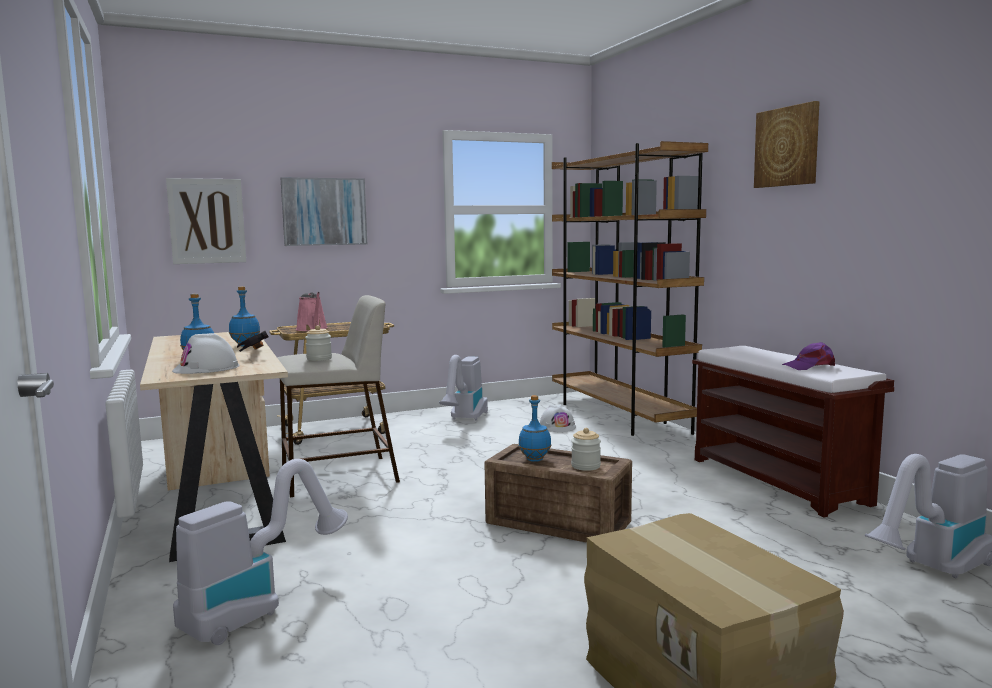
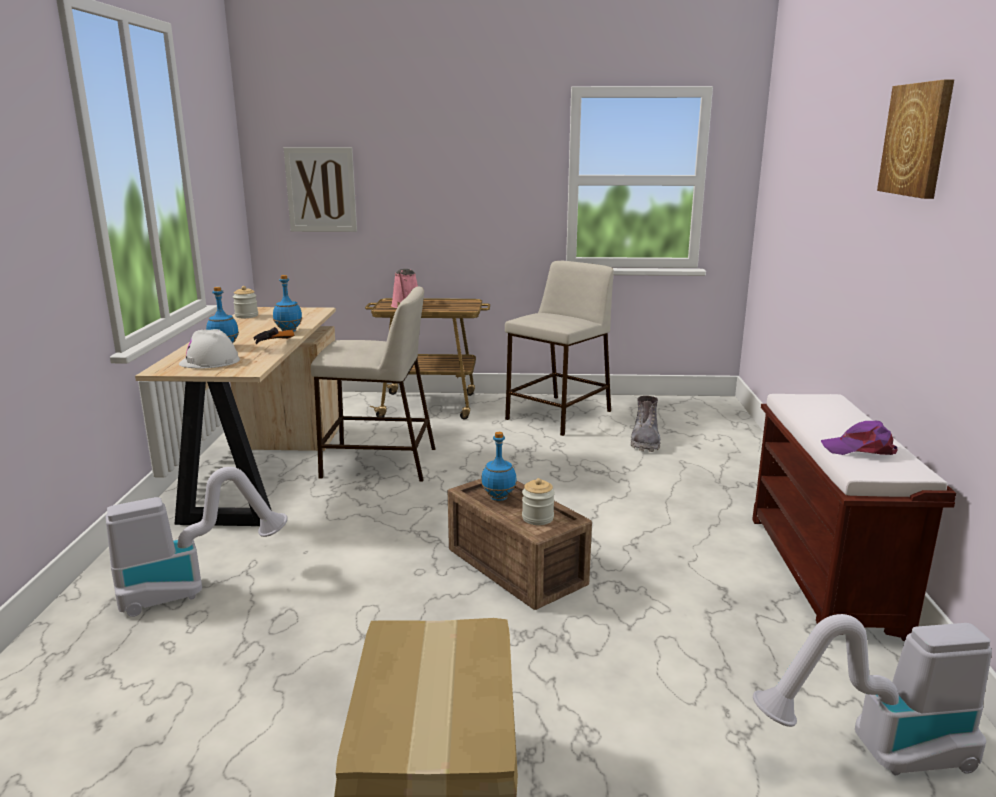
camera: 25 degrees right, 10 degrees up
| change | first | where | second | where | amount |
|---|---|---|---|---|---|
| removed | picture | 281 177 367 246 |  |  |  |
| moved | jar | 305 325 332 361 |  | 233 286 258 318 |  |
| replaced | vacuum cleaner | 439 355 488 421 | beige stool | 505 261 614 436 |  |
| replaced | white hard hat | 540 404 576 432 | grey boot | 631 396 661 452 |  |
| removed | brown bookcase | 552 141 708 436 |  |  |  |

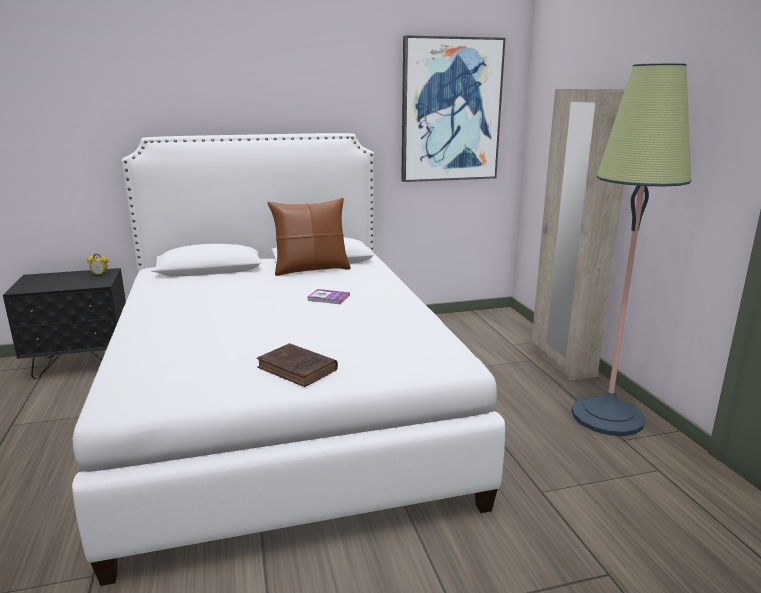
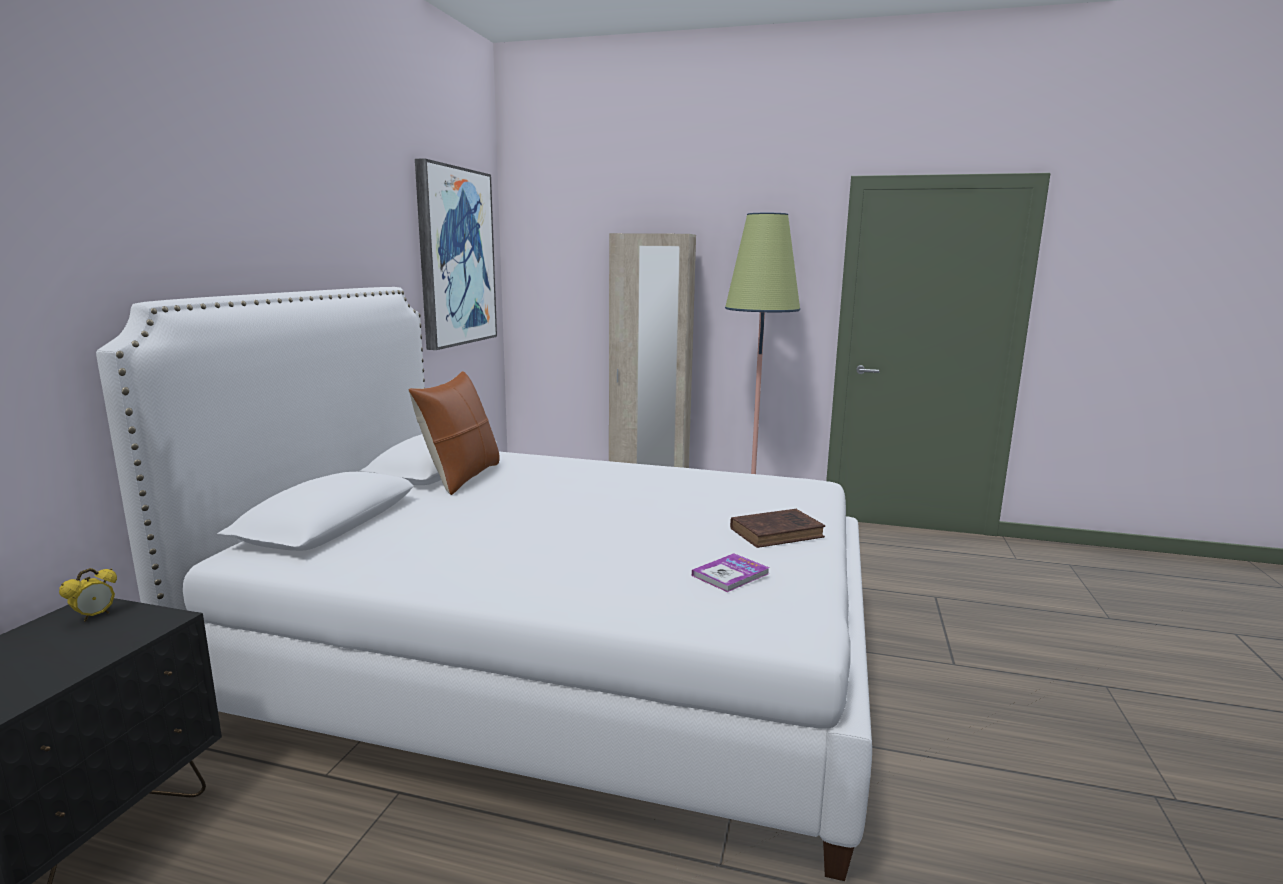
camera: 60 degrees left, 5 degrees down
| change | first | where | second | where | amount |
|---|---|---|---|---|---|
| moved | book | 307 289 350 304 |  | 692 553 769 592 |  |

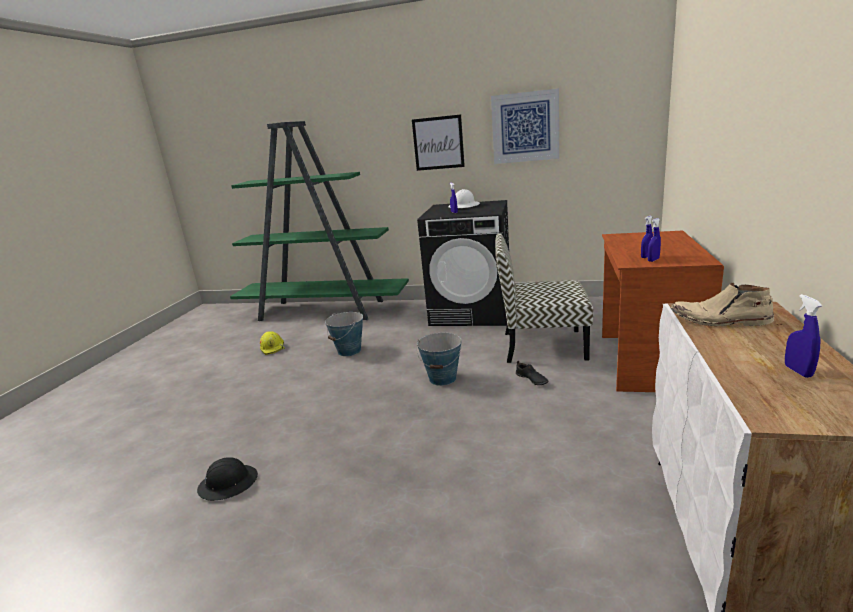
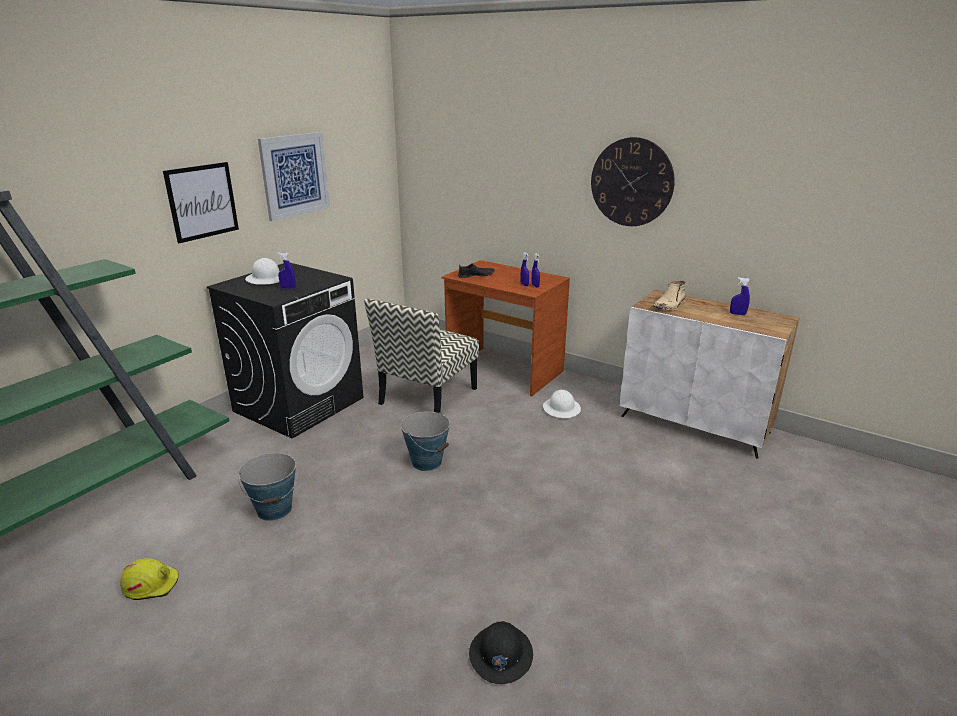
camera: 70 degrees left, 5 degrees up
| change | first | where | second | where | amount |
|---|---|---|---|---|---|
| moved | black shoe | 516 361 548 385 |  | 458 263 495 278 |  |
| added |  |  | white hard hat | 543 390 581 418 |  |
| added |  |  | wall clock | 591 137 675 226 |  |

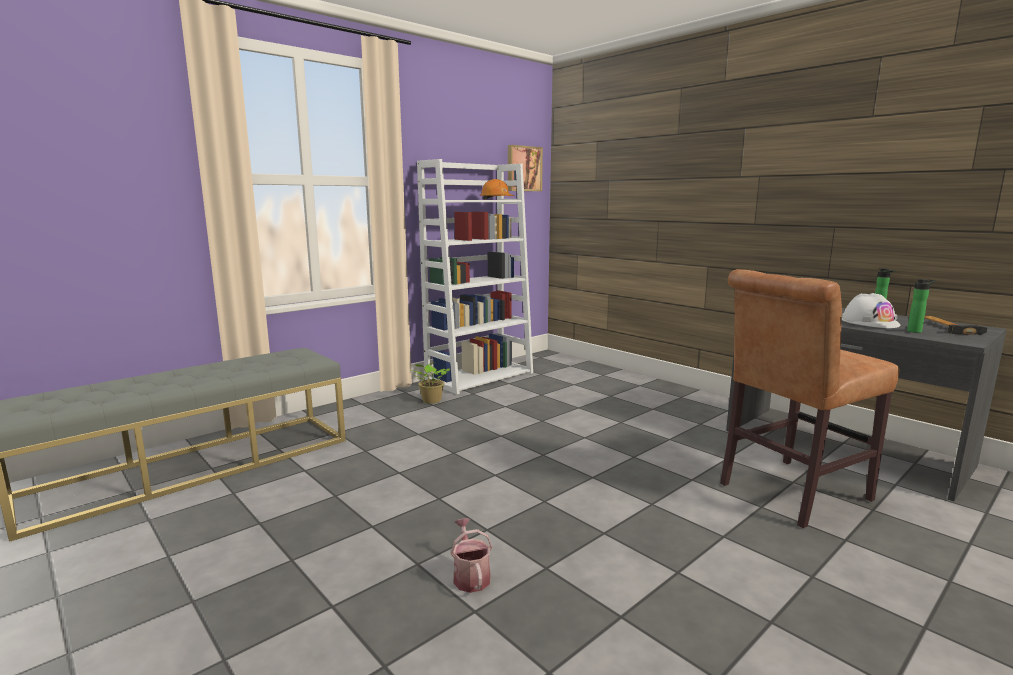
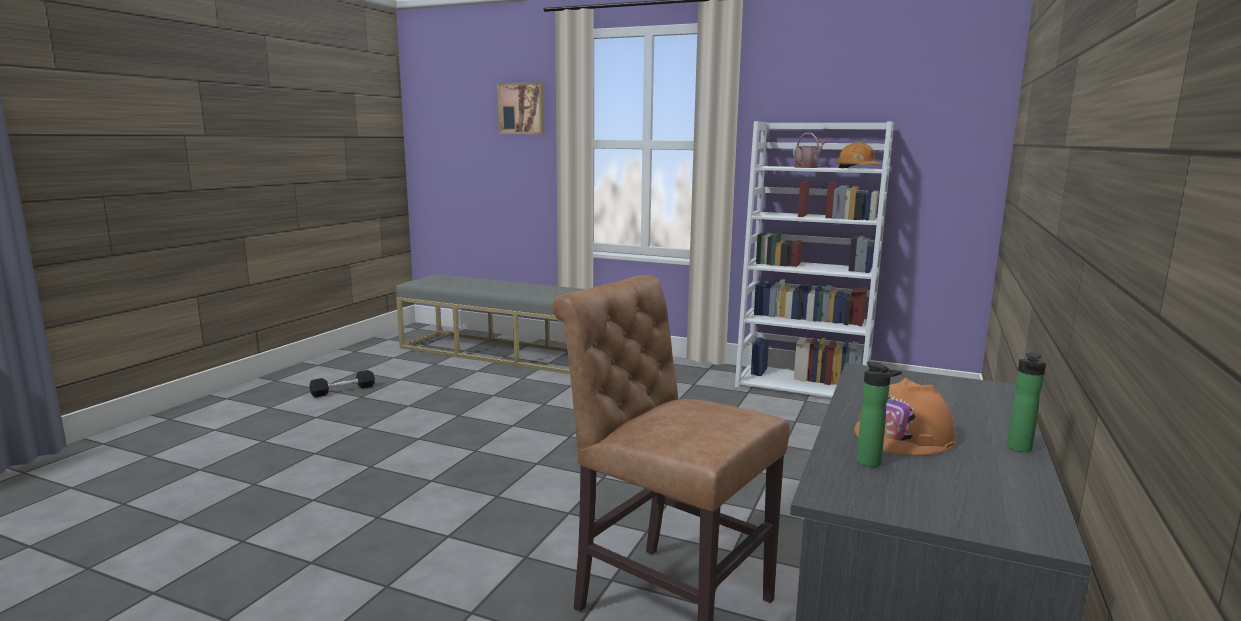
camera: 65 degrees right, 0 degrees up
| change | first | where | second | where | amount |
|---|---|---|---|---|---|
| removed | potted plant | 411 363 450 403 |  |  |  |
| moved | watering can | 451 518 492 593 |  | 793 133 828 168 |  |
| moved | picture | 508 145 543 191 |  | 497 82 544 134 |  |
| recoloured | white hard hat | 842 293 900 328 | orange hard hat | 854 378 956 455 |  |
| removed | hammer | 924 316 987 335 |  |  |  |
| added |  |  | black dumbbell | 309 370 375 398 |  |

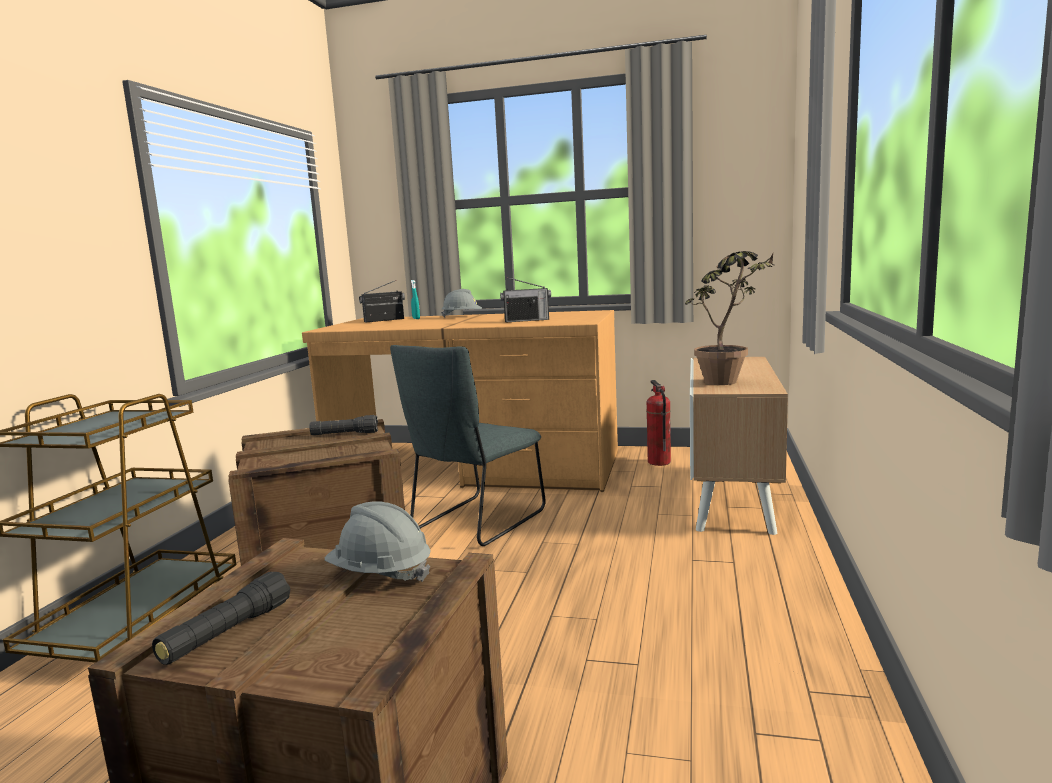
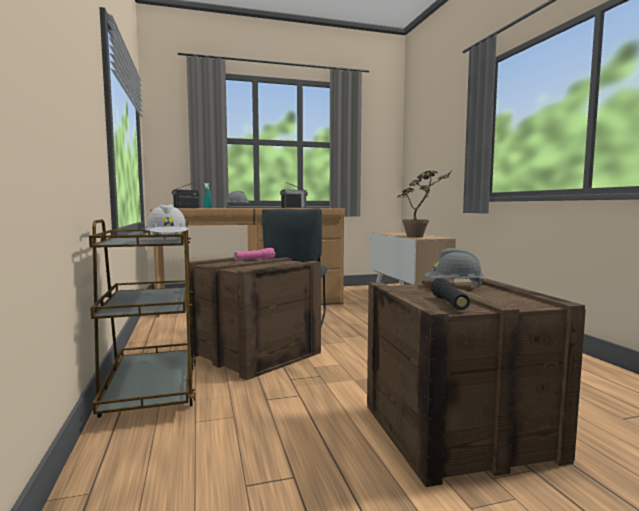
camera: 30 degrees left, 5 degrees down
| change | first | where | second | where | amount |
|---|---|---|---|---|---|
| recoloured | black flashlight | 309 415 378 435 | pink flashlight | 234 248 276 260 |  |
| removed | fire extinguisher | 646 380 671 466 |  |  |  |
| added |  |  | white hard hat | 145 205 188 239 |  |

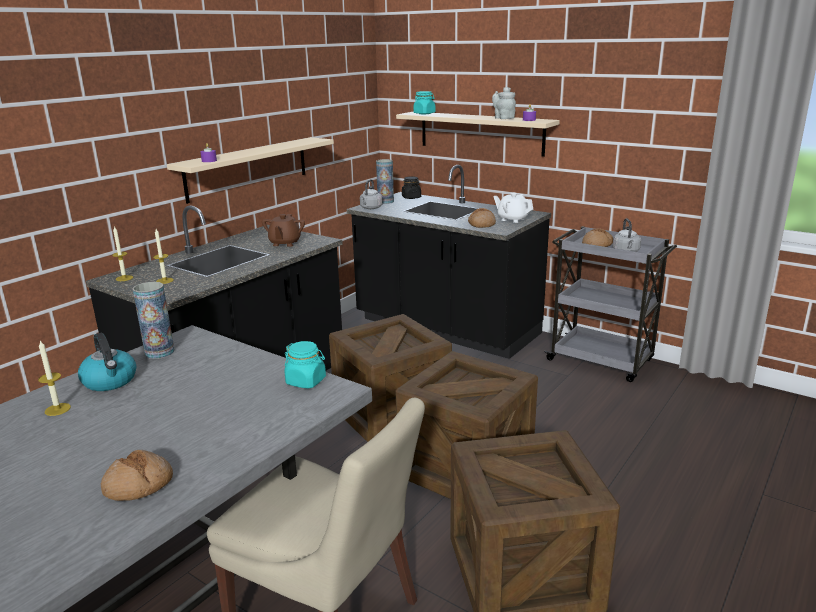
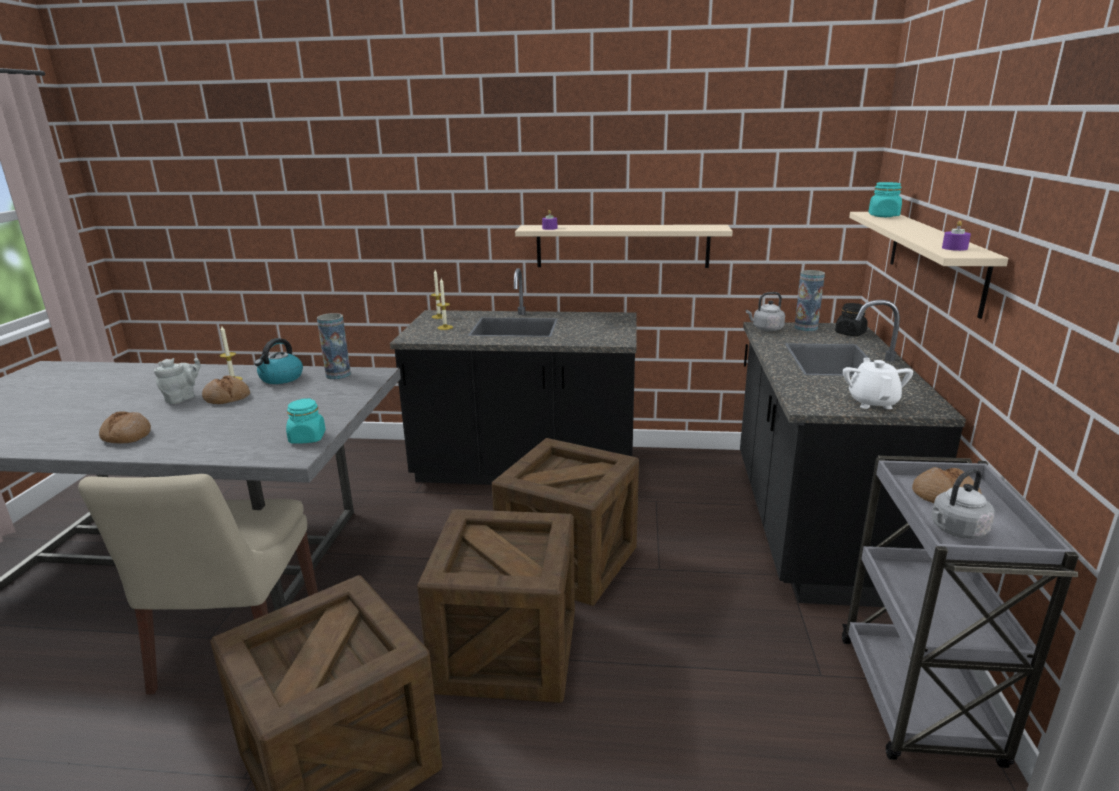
camera: 60 degrees right, 0 degrees up
| change | first | where | second | where | amount |
|---|---|---|---|---|---|
| removed | brown teapot | 262 214 305 247 |  |  |  |
| moved | bread | 468 208 496 228 |  | 202 375 250 404 |  |
| moved | grey teapot | 492 87 516 119 |  | 154 358 201 404 |  |

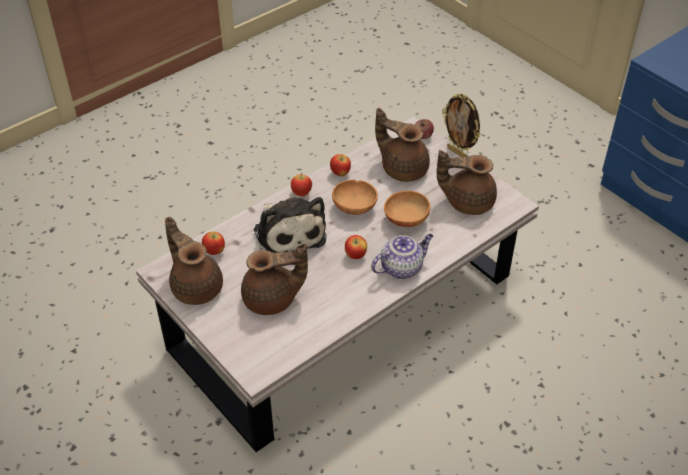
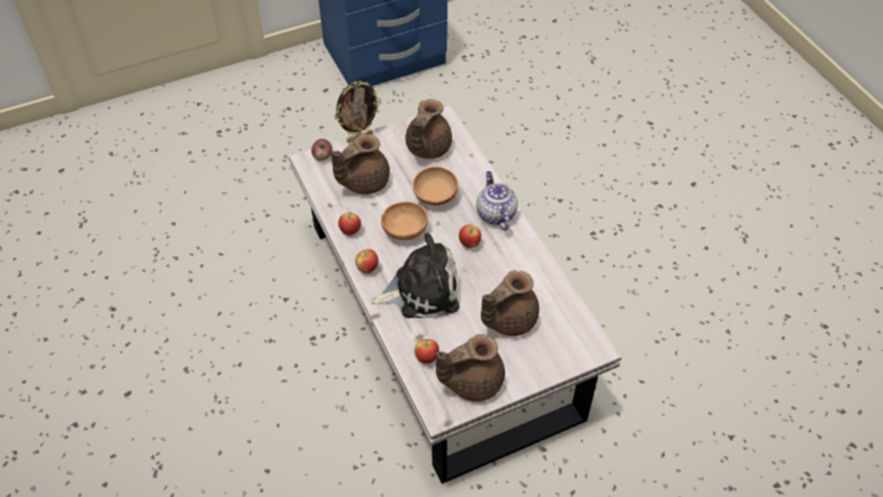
camera: 75 degrees left, 5 degrees up
| change | first | where | second | where | amount |
|---|---|---|---|---|---|
| turned | brown teapot | 241 243 308 315 |  | 481 270 539 336 | 135 degrees counterclockwise |

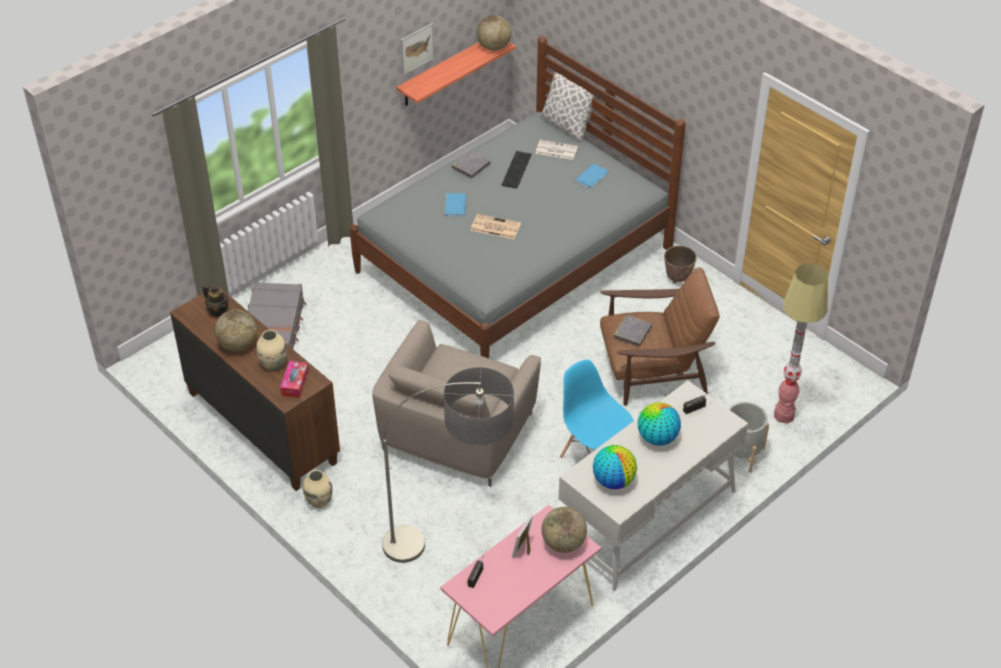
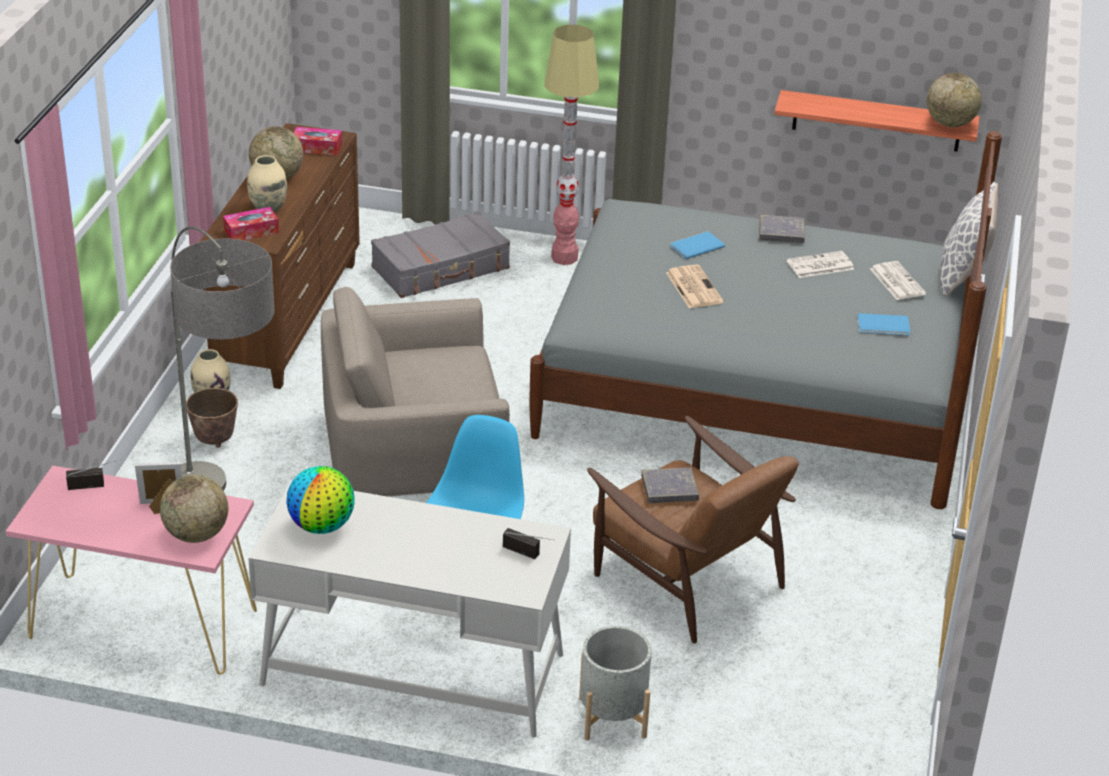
camera: 55 degrees right, 10 degrees down
| change | first | where | second | where | amount |
|---|---|---|---|---|---|
| replaced | teapot | 203 285 229 316 | tissue box | 294 127 342 156 |  |
| removed | picture | 400 23 435 75 |  |  |  |
| replaced | keyboard | 501 151 532 189 | newspaper | 786 251 854 278 |  |
| removed | globe | 638 402 681 446 |  |  |  |
| moved | planter | 664 246 697 283 |  | 186 388 238 448 |  |
| moved | floor lamp | 774 263 828 424 |  | 544 25 599 265 |  |

